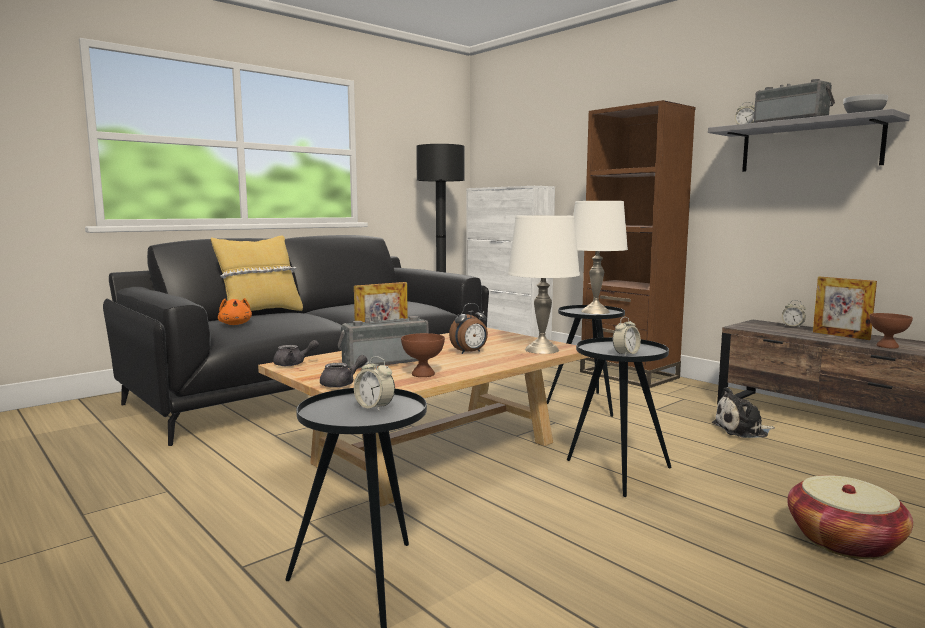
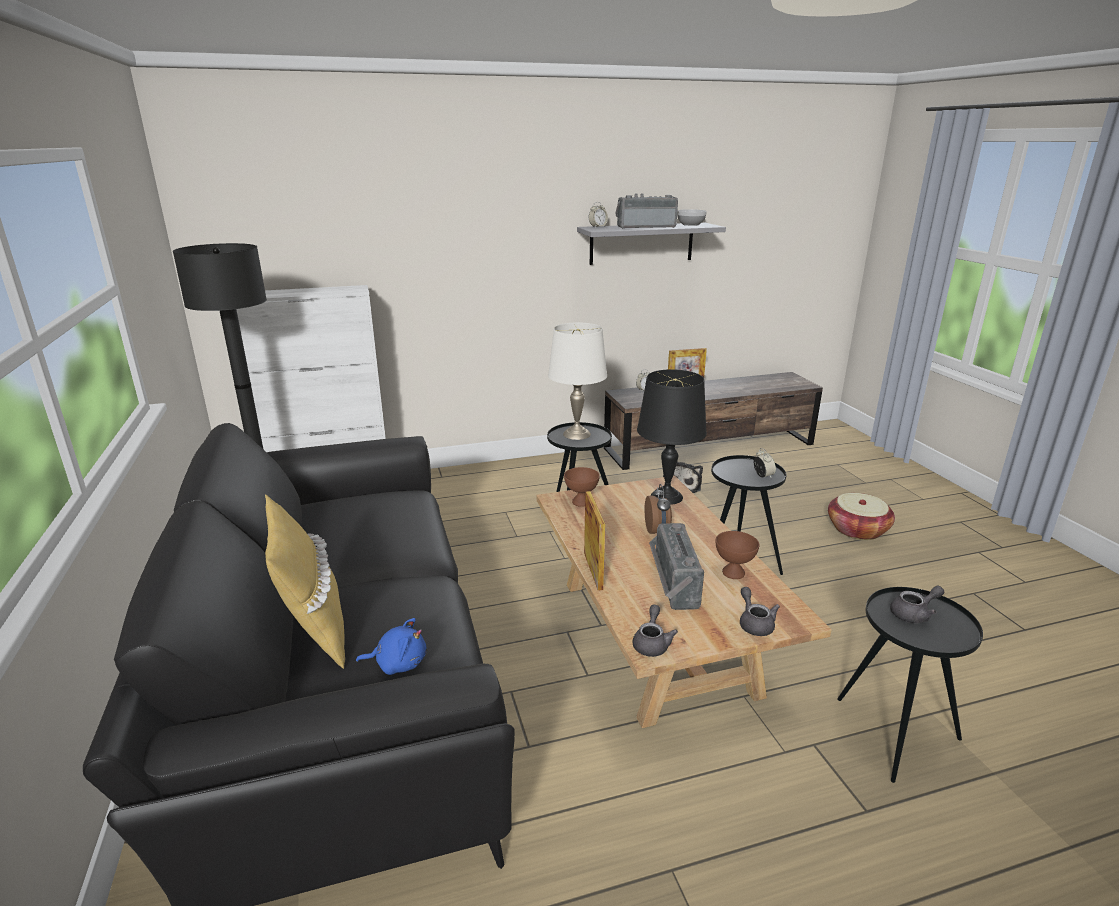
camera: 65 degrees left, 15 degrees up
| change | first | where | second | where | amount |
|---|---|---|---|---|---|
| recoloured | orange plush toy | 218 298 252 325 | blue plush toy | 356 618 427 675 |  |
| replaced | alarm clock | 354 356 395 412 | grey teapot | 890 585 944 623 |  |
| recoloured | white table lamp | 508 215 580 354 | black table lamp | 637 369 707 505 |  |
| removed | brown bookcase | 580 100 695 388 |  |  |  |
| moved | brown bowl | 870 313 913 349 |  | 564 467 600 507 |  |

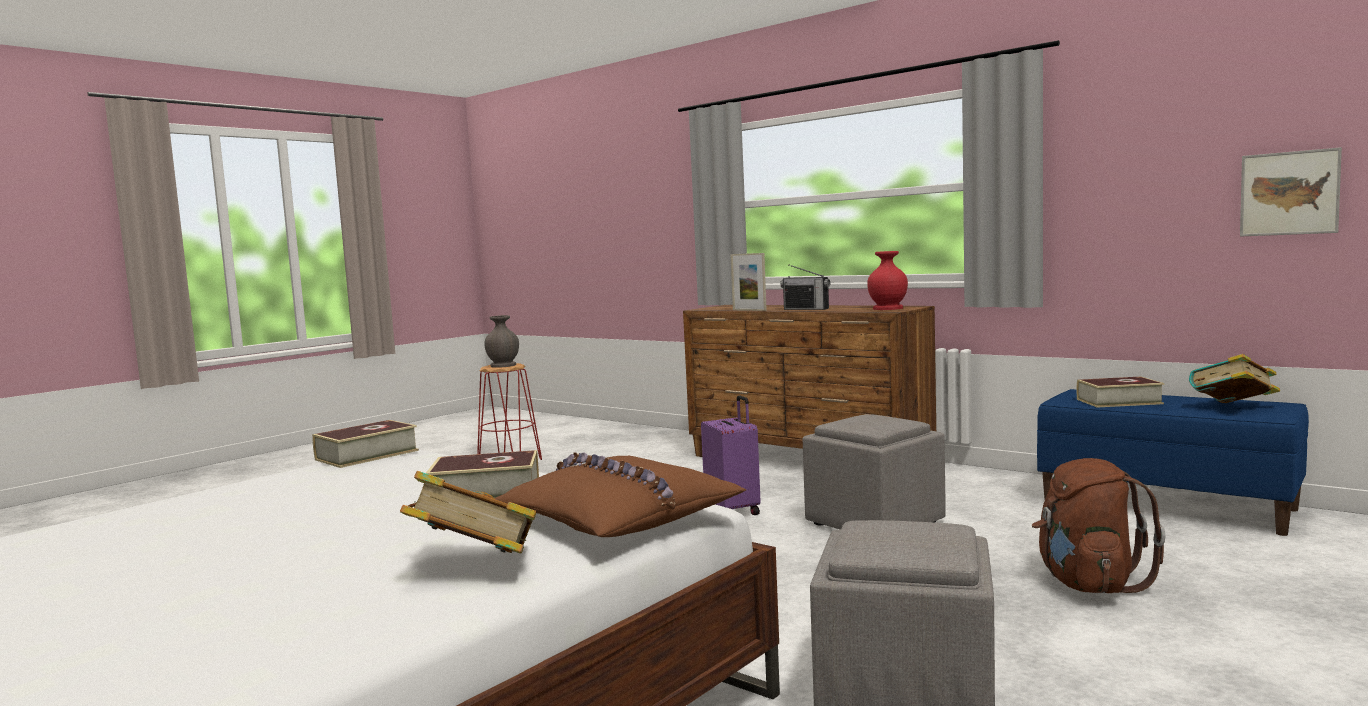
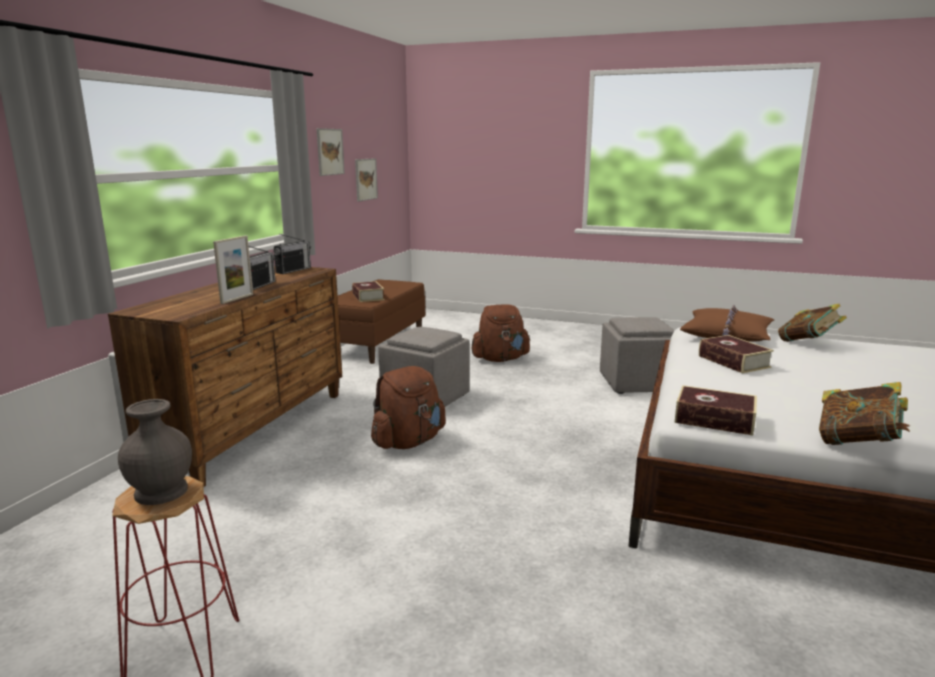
camera: 110 degrees left, 10 degrees up
| change | first | where | second | where | amount |
|---|---|---|---|---|---|
| replaced | purple suitcase | 701 395 761 515 | brown backpack | 371 366 446 449 |  |
| replaced | red vase | 867 251 908 310 | radio | 273 234 311 274 |  |
| recoloured | blue bench | 1037 389 1309 536 | brown bench | 338 279 425 364 |  |
| moved | book | 1189 354 1280 403 |  | 819 382 910 445 |  |
| added |  |  | picture | 316 128 345 176 |  |

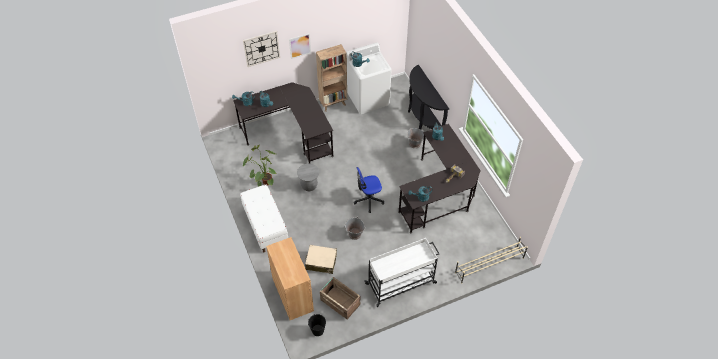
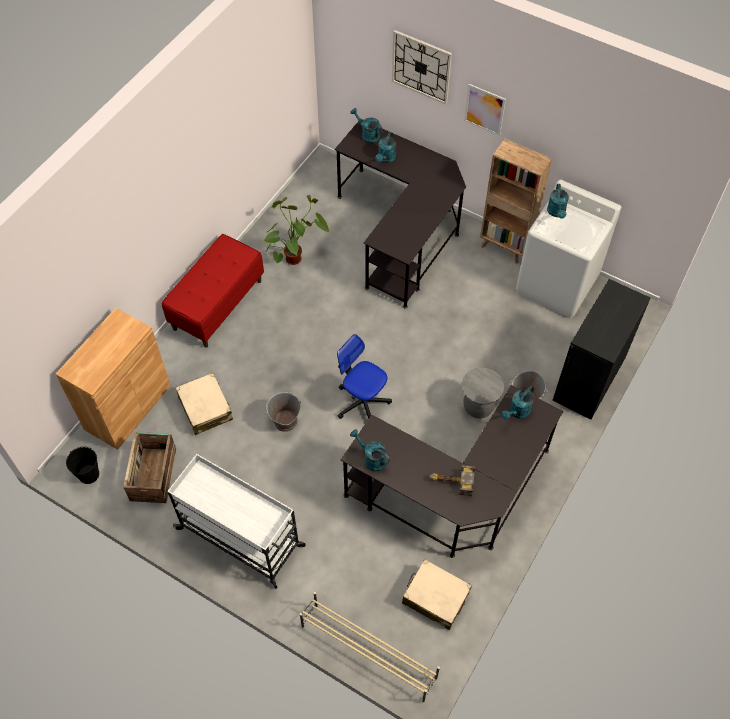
camera: 55 degrees right, 5 degrees up
| change | first | where | second | where | amount |
|---|---|---|---|---|---|
| recoloured | white bench | 240 185 288 252 | red bench | 162 234 264 348 |  |
| moved | grey stool | 297 164 319 191 |  | 462 368 504 419 |  |
| replaced | black console table | 408 65 449 129 | black cabinet | 553 279 650 419 |  |
| added |  |  | beige suitcase | 402 559 472 630 |  |

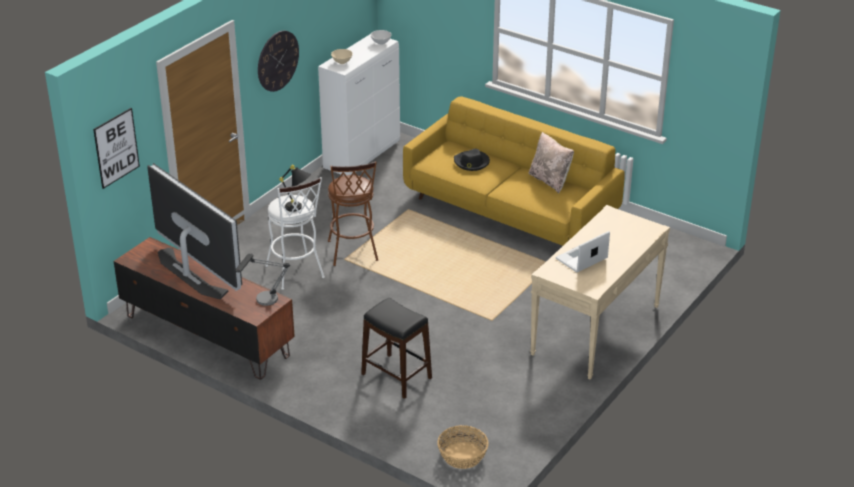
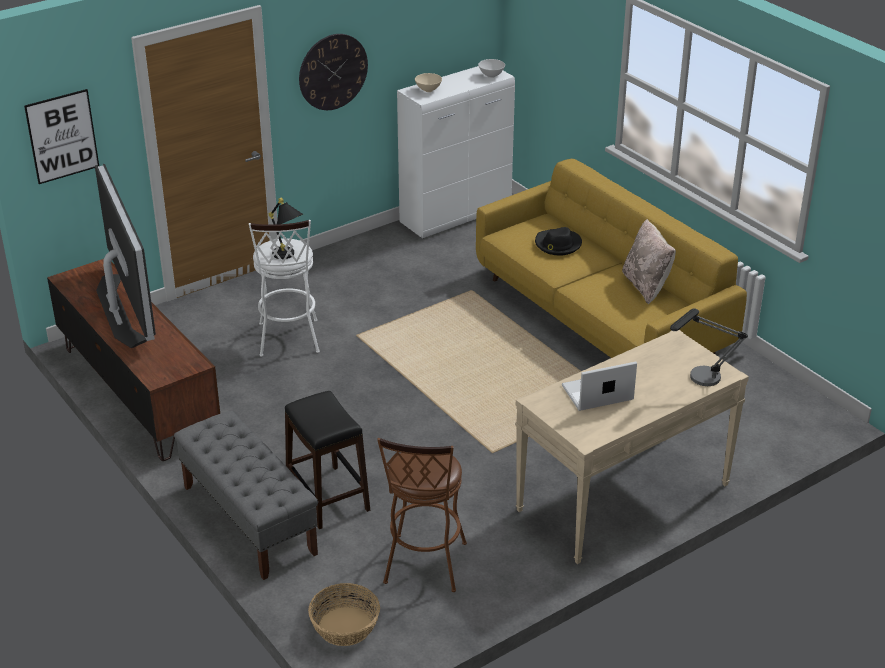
camera: 20 degrees right, 0 degrees up
| change | first | where | second | where | amount |
|---|---|---|---|---|---|
| moved | table lamp | 236 253 290 306 |  | 670 309 748 386 |  |
| moved | brown stool | 328 162 379 266 |  | 377 438 467 592 |  |
| added |  |  | grey bench | 174 411 318 580 |  |

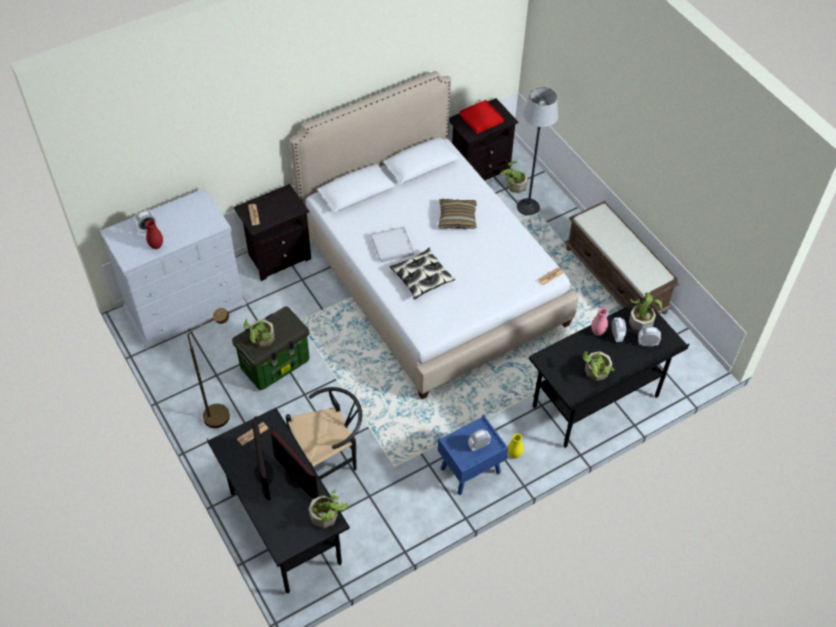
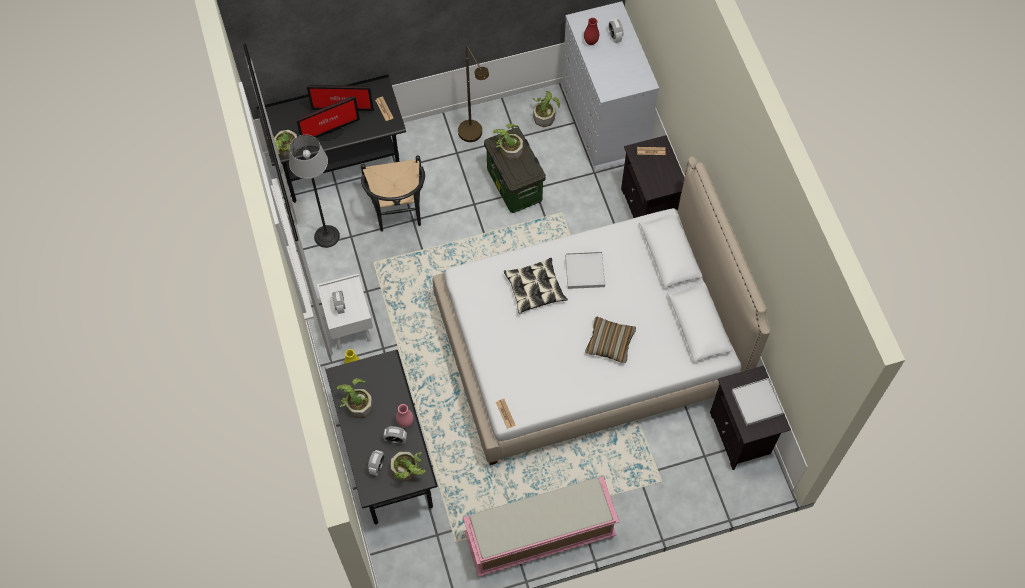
camera: 105 degrees right, 10 degrees up
| change | first | where | second | where | amount |
|---|---|---|---|---|---|
| recoloured | blue nightstand | 438 415 508 495 | white nightstand | 317 274 373 350 |  |
| recoloured | red tray | 459 100 504 134 | white tray | 732 378 784 426 |  |
| moved | potted plant | 500 161 528 193 |  | 532 91 560 127 |  |
| moved | floor lamp | 517 87 558 216 |  | 289 135 340 248 |  |
| recoloured | brown bench | 565 201 679 314 | pink bench | 463 476 619 577 |  |

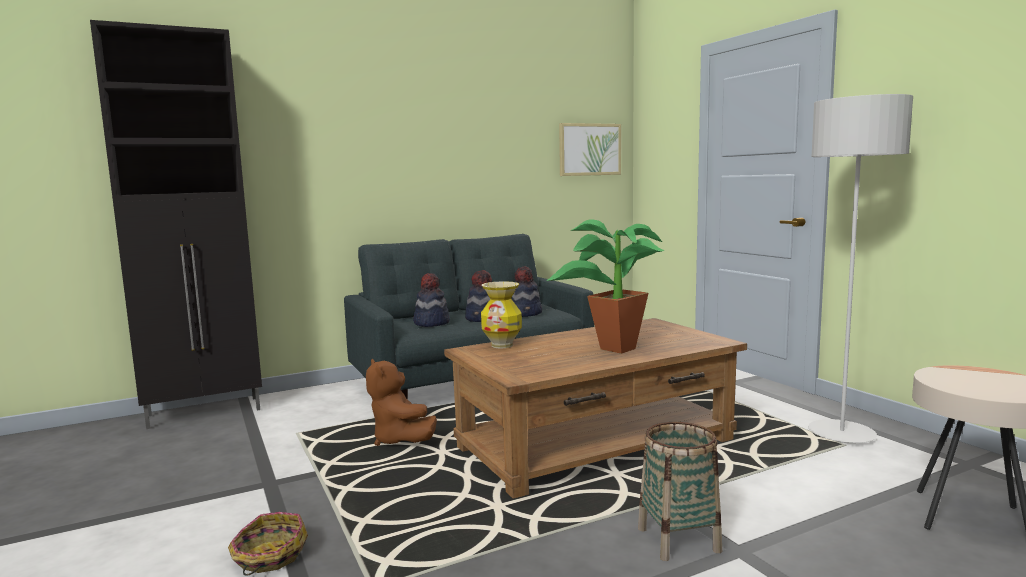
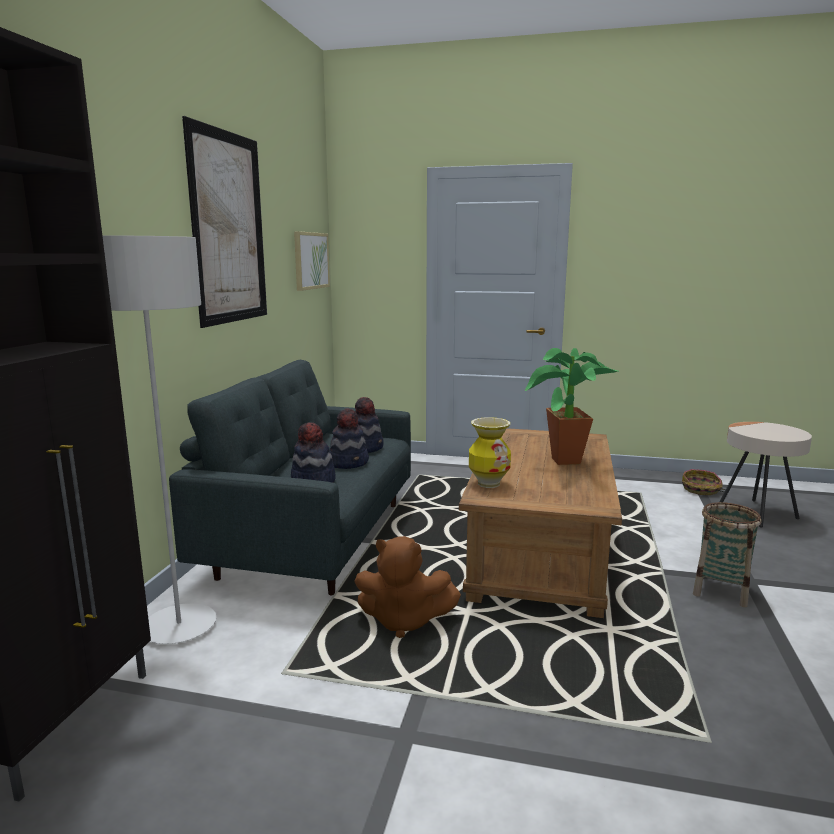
camera: 50 degrees left, 5 degrees up
| change | first | where | second | where | amount |
|---|---|---|---|---|---|
| moved | basket | 228 512 308 576 |  | 682 469 725 495 |  |
| moved | grey floor lamp | 808 94 913 443 |  | 103 236 216 644 |  |
| added |  |  | picture | 182 116 267 328 |  |

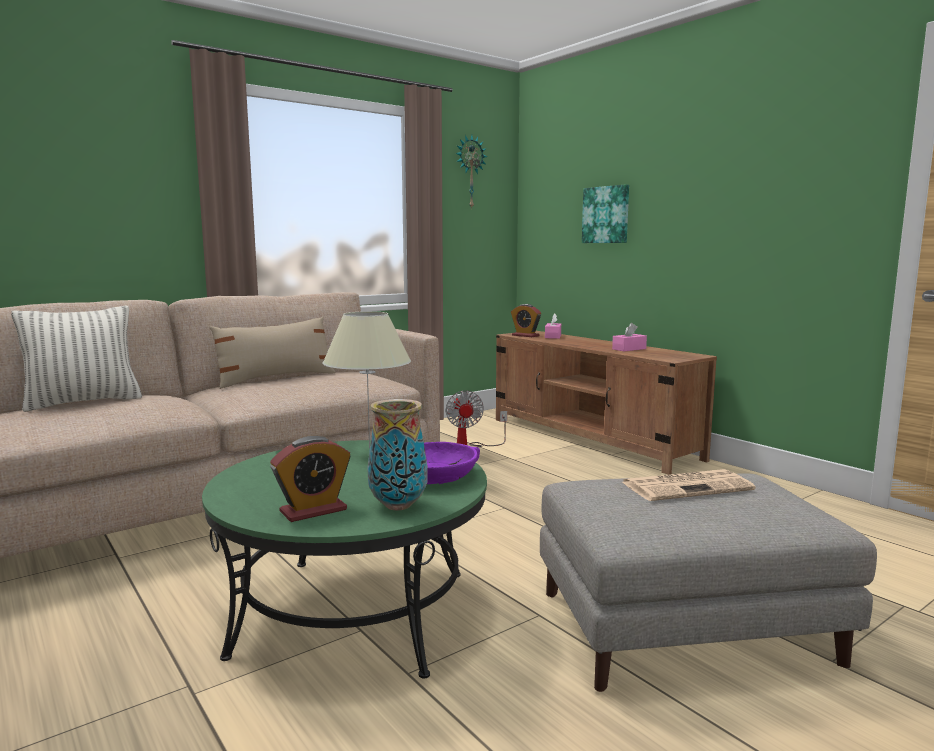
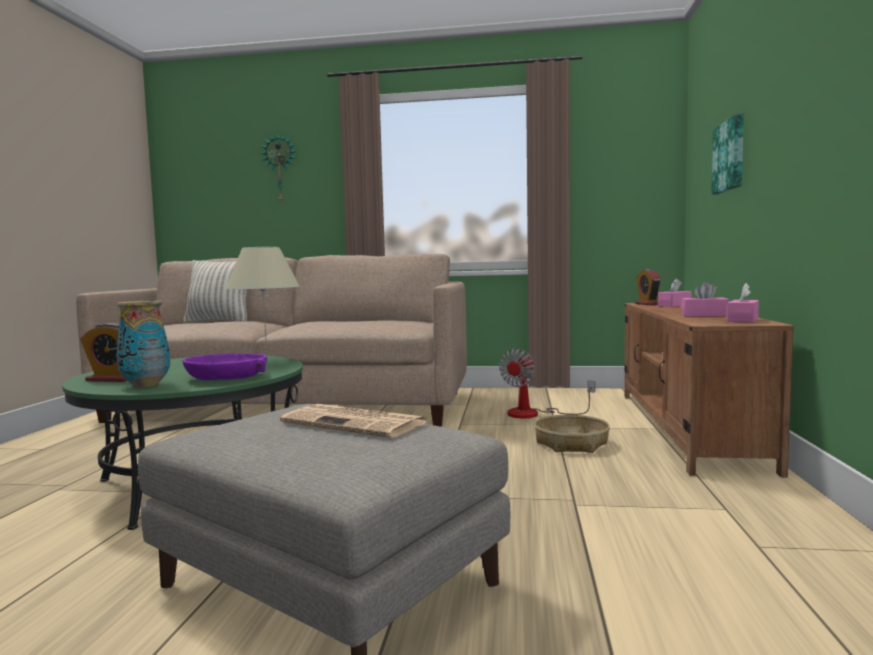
camera: 45 degrees right, 5 degrees down
| change | first | where | second | where | amount |
|---|---|---|---|---|---|
| removed | beige pillow | 210 317 336 389 |  |  |  |
| moved | wall clock | 455 135 487 209 |  | 260 133 297 201 |  |
| added |  |  | basket | 534 415 610 453 |  |
| added |  |  | pink tissue box | 727 283 759 322 |  |

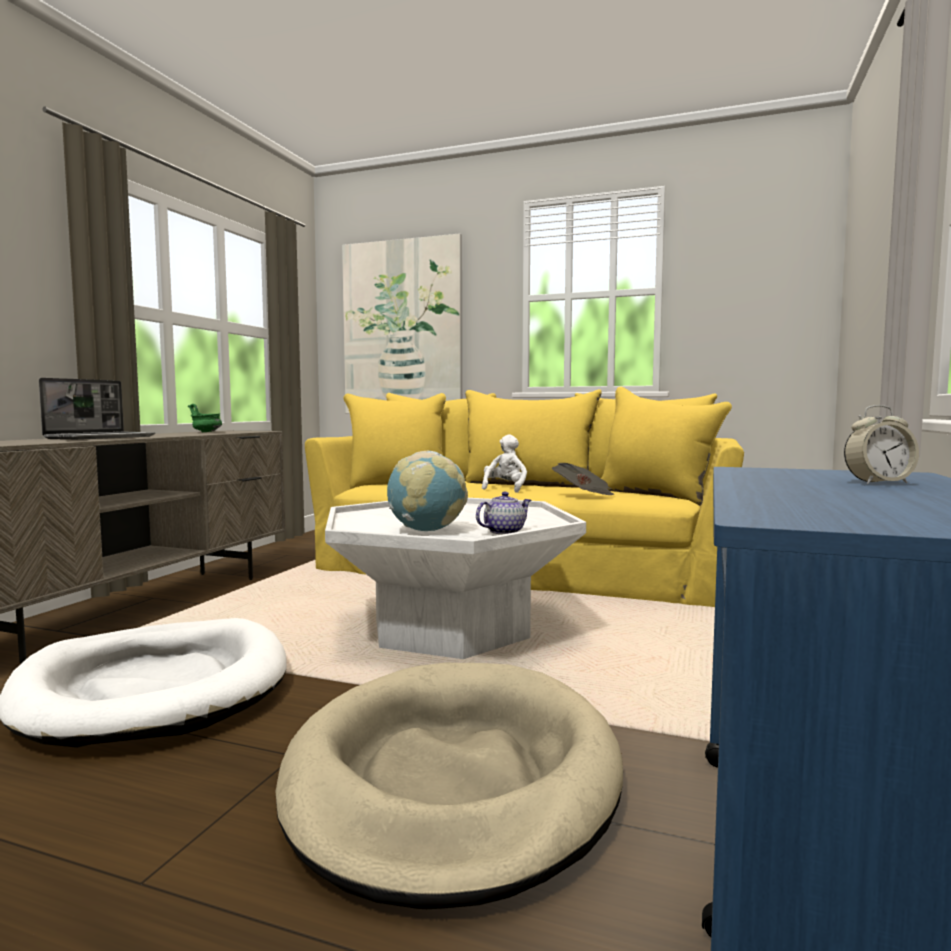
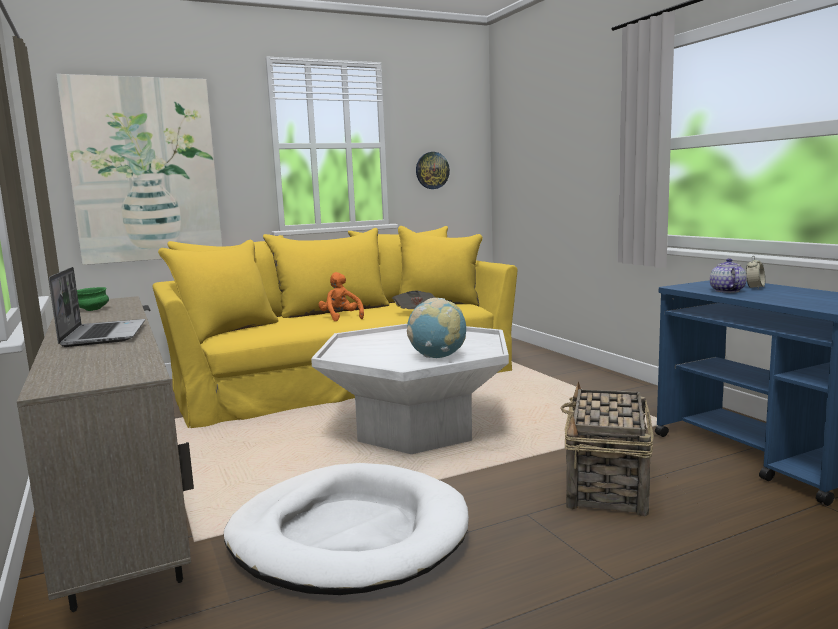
camera: 45 degrees left, 5 degrees up
| change | first | where | second | where | amount |
|---|---|---|---|---|---|
| replaced | beige dog bed | 275 663 623 909 | basket | 561 381 654 517 |  |
| moved | teapot | 476 492 532 534 |  | 710 258 747 293 |  |
| recoloured | white plush toy | 482 434 527 493 | orange plush toy | 319 272 364 321 |  |
| added |  |  | wall clock | 416 152 450 189 |  |

